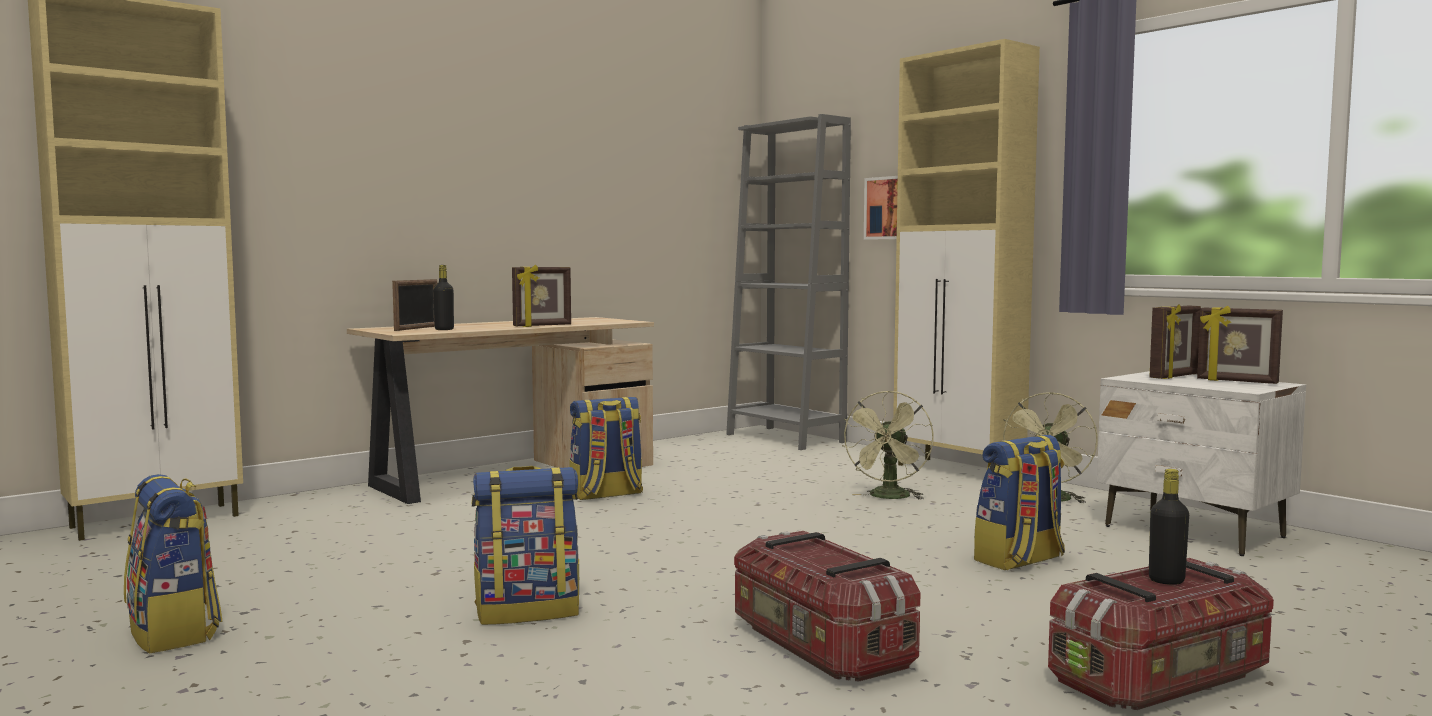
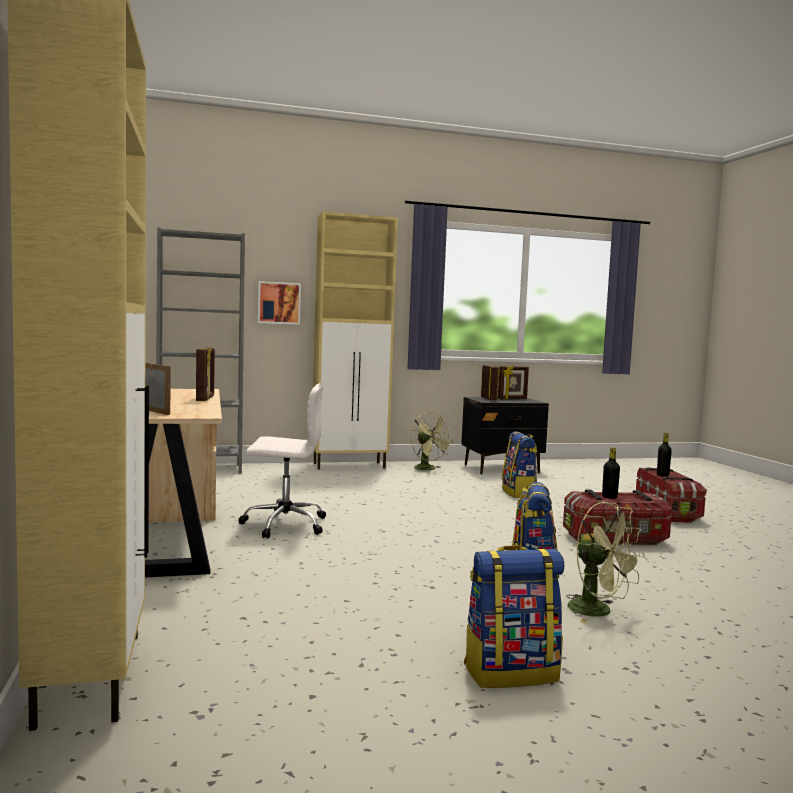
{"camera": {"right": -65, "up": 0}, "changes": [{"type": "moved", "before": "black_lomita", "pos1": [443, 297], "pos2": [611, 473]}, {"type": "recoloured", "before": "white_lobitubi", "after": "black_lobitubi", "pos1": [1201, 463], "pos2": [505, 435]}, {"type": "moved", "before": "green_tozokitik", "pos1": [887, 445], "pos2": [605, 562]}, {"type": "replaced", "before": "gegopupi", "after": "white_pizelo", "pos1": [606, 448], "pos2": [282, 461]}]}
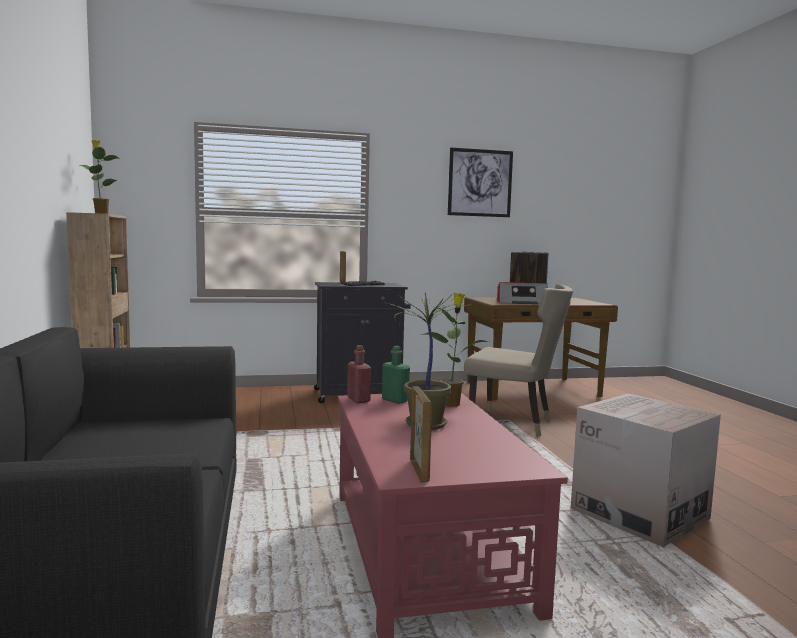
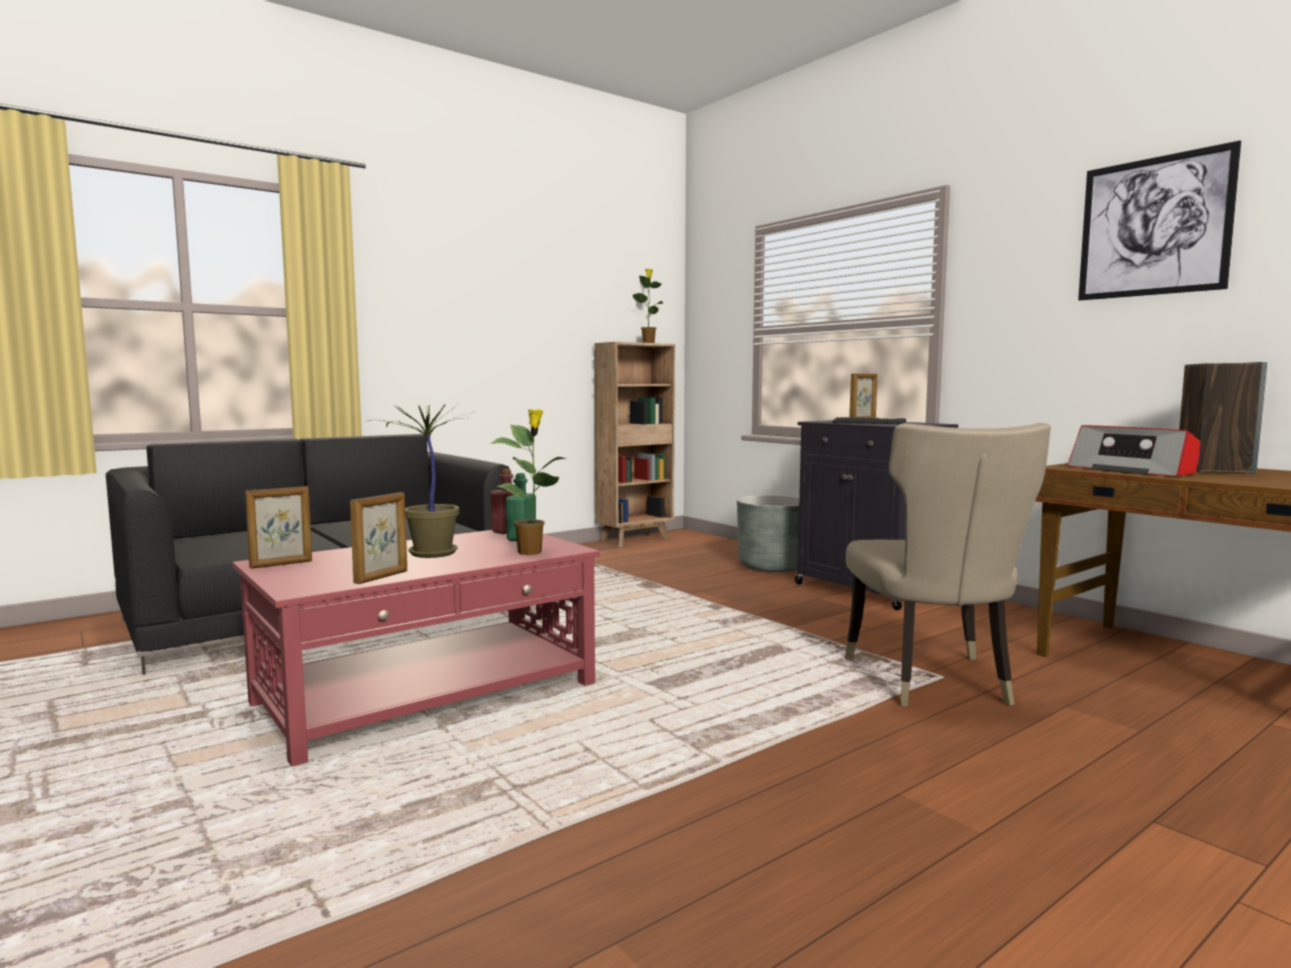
{"camera": {"right": 65, "up": 0}, "changes": [{"type": "removed", "before": "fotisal", "pos1": [646, 470]}, {"type": "added", "after": "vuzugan", "pos2": [378, 538]}, {"type": "added", "after": "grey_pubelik", "pos2": [768, 533]}]}
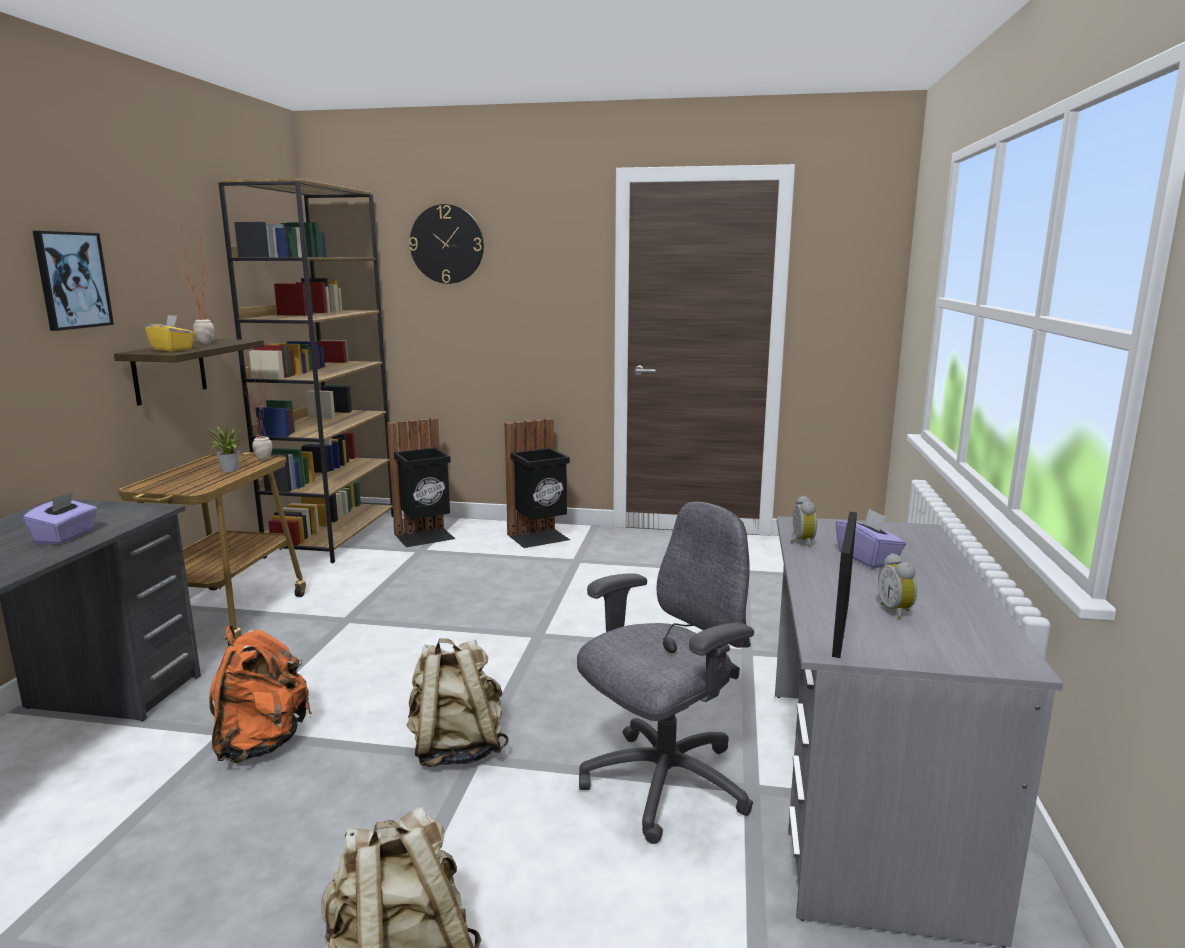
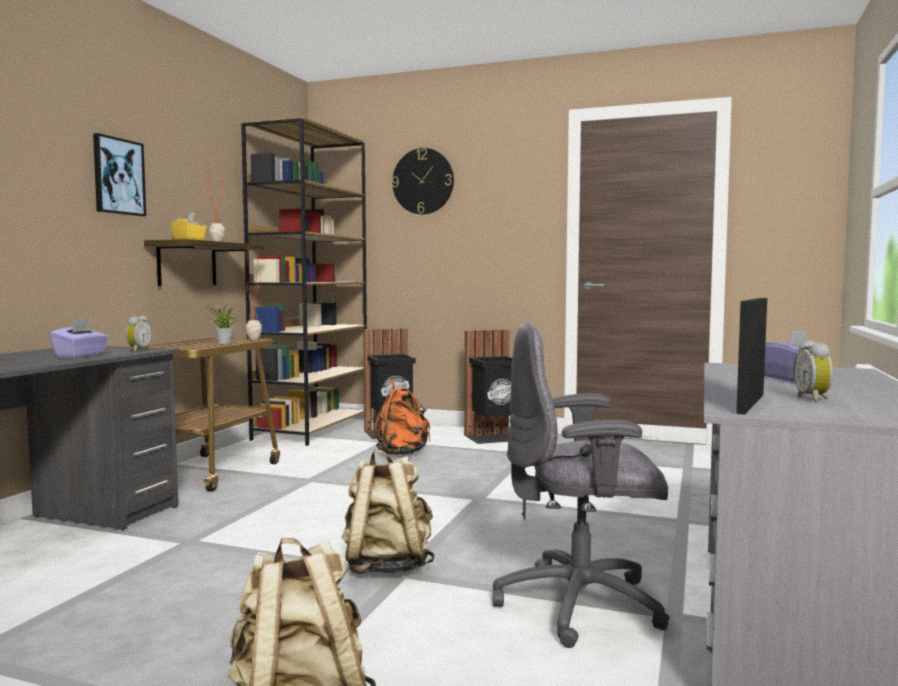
{"camera": {"right": 10, "up": -10}, "changes": [{"type": "moved", "before": "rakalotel", "pos1": [804, 522], "pos2": [138, 334]}, {"type": "turned", "before": "grey_pizelo", "pos1": [665, 673], "pos2": [581, 485], "turn": -150}, {"type": "moved", "before": "orange_gegopupi", "pos1": [260, 694], "pos2": [402, 418]}]}
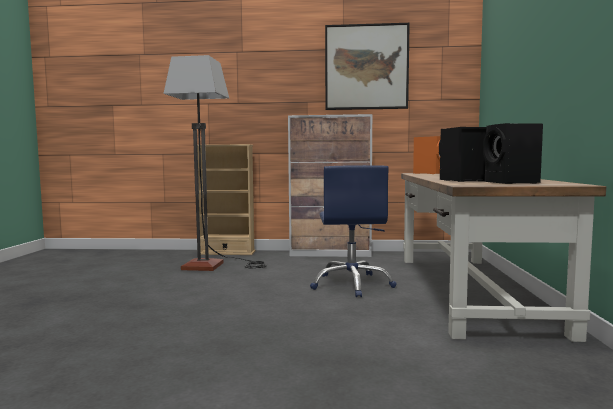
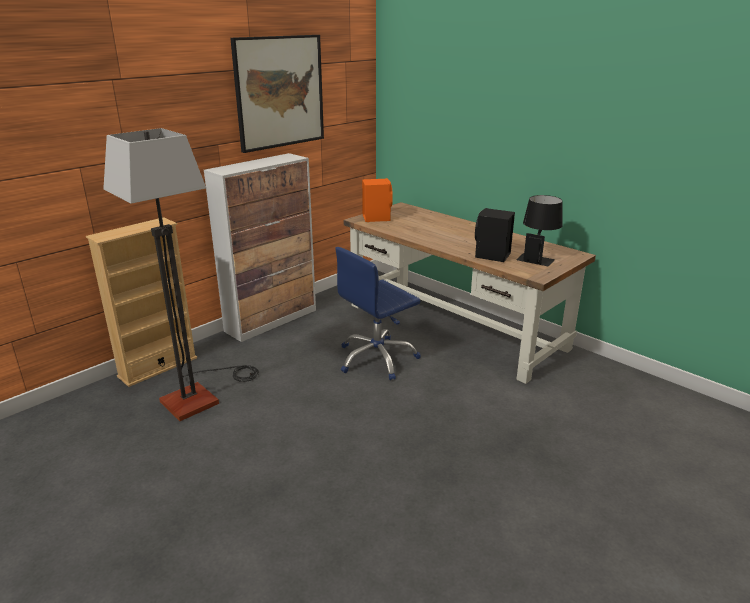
{"camera": {"right": -50, "up": 20}, "changes": [{"type": "replaced", "before": "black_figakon", "after": "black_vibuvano", "pos1": [513, 153], "pos2": [539, 231]}, {"type": "turned", "before": "blue_pizelo", "pos1": [353, 231], "pos2": [378, 313], "turn": 105}]}
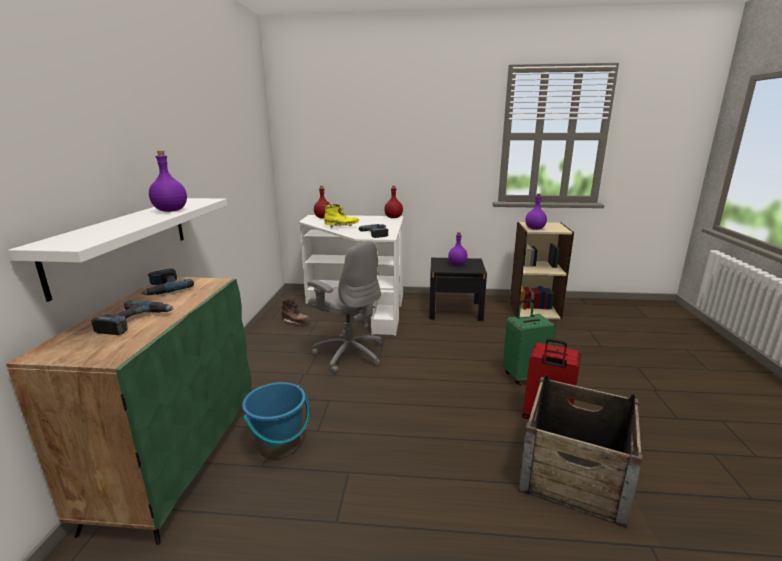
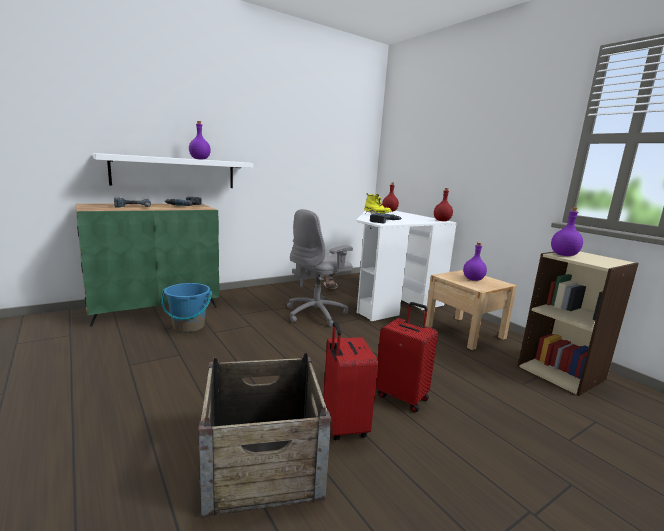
{"camera": {"right": 50, "up": -5}, "changes": [{"type": "turned", "before": "grey_pizelo", "pos1": [344, 307], "pos2": [320, 268], "turn": 45}, {"type": "recoloured", "before": "black_lobitubi", "after": "beige_lobitubi", "pos1": [458, 289], "pos2": [471, 310]}, {"type": "recoloured", "before": "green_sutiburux", "after": "red_sutiburux", "pos1": [529, 342], "pos2": [407, 357]}]}
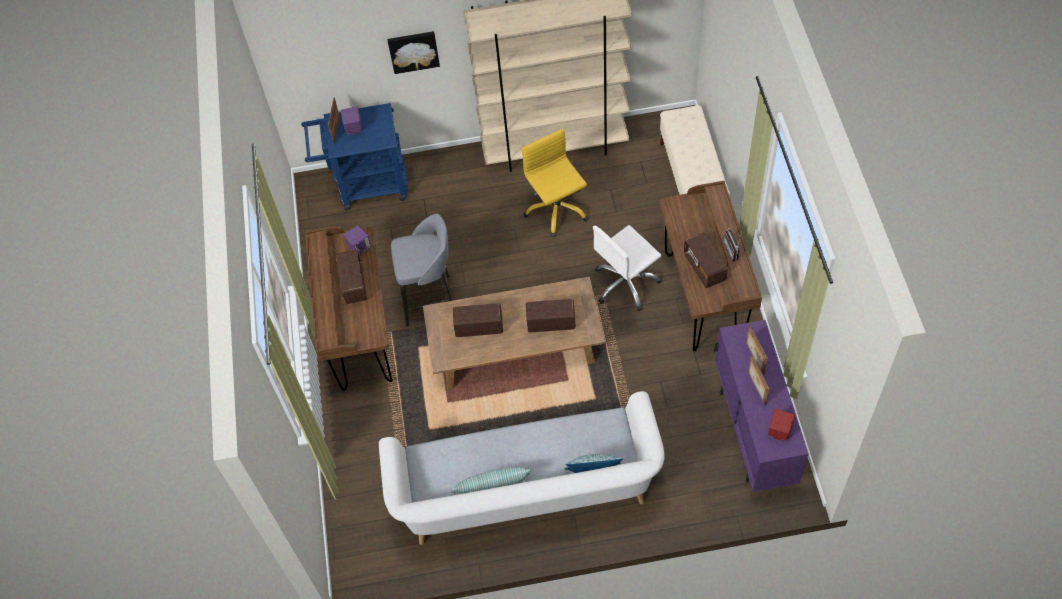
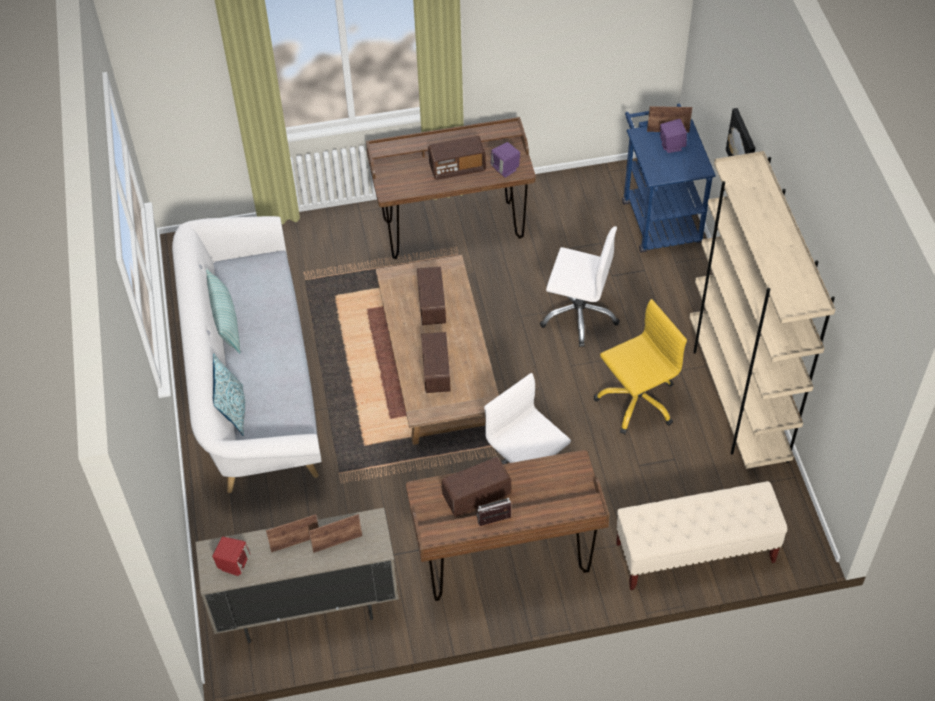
{"camera": {"right": 85, "up": -5}, "changes": [{"type": "removed", "before": "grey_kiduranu", "pos1": [421, 270]}, {"type": "recoloured", "before": "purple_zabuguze", "after": "beige_zabuguze", "pos1": [761, 406], "pos2": [297, 575]}, {"type": "added", "after": "white_pizelo", "pos2": [580, 286]}]}
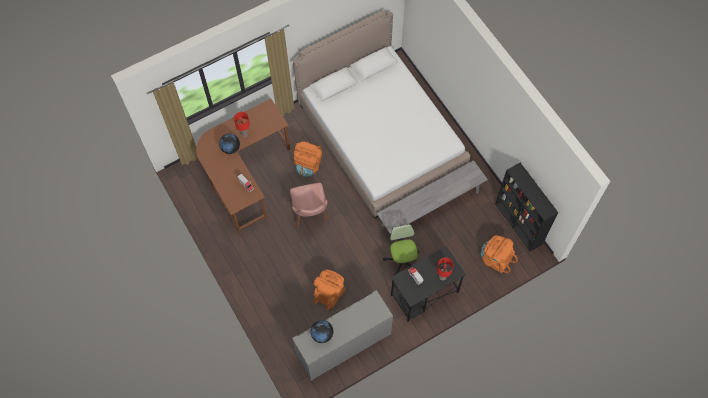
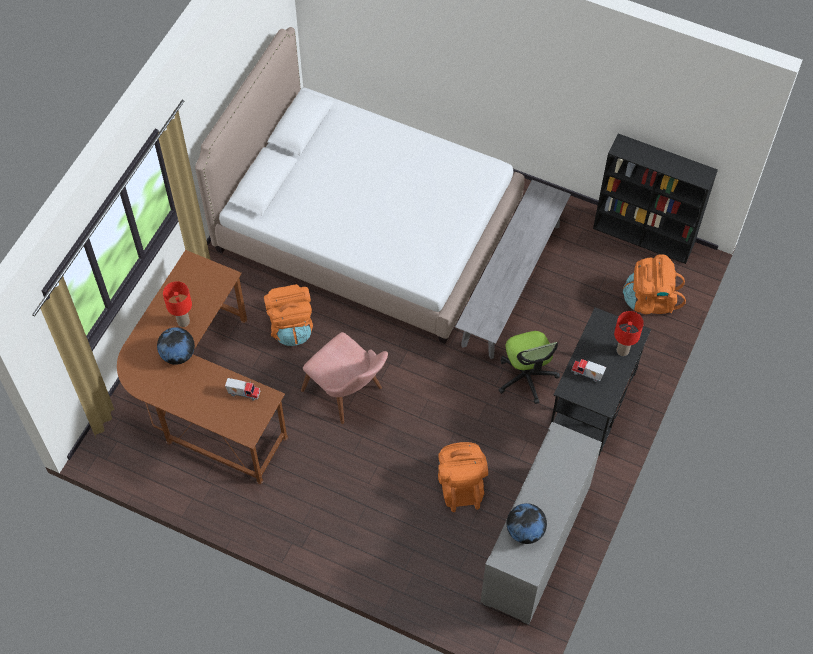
{"camera": {"right": -35, "up": -5}, "changes": [{"type": "turned", "before": "pizelo", "pos1": [401, 249], "pos2": [529, 367], "turn": -150}]}
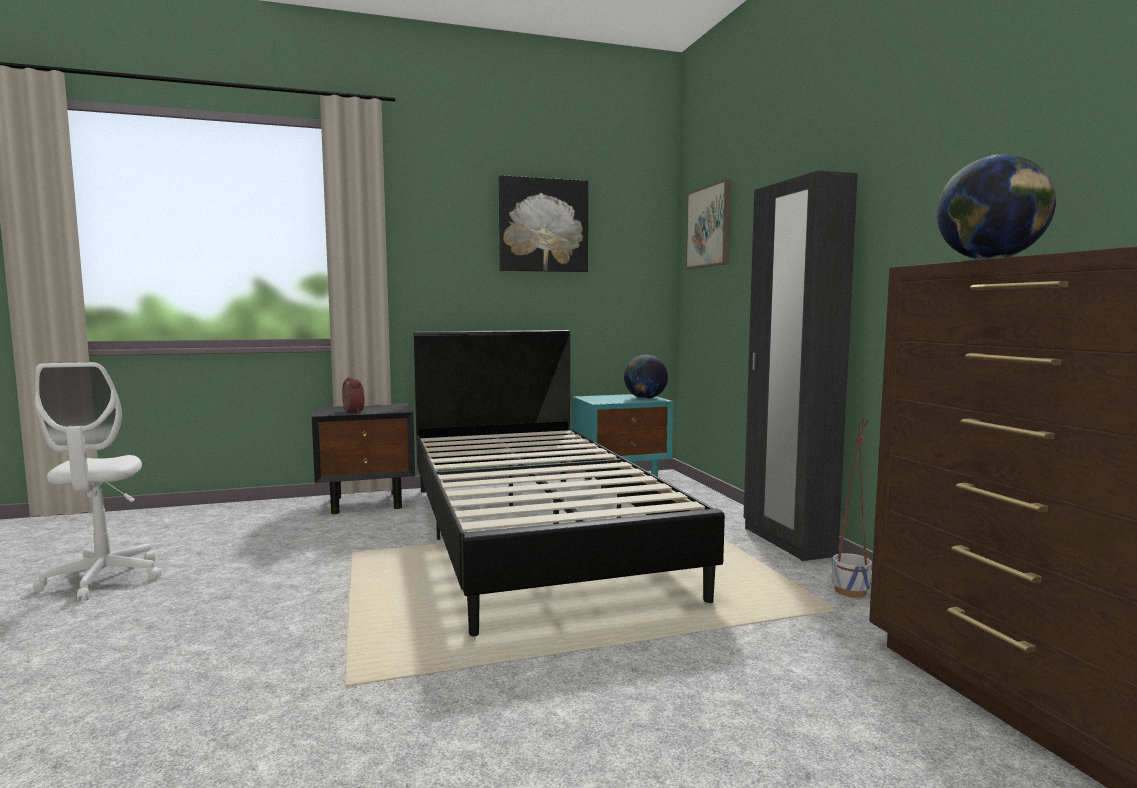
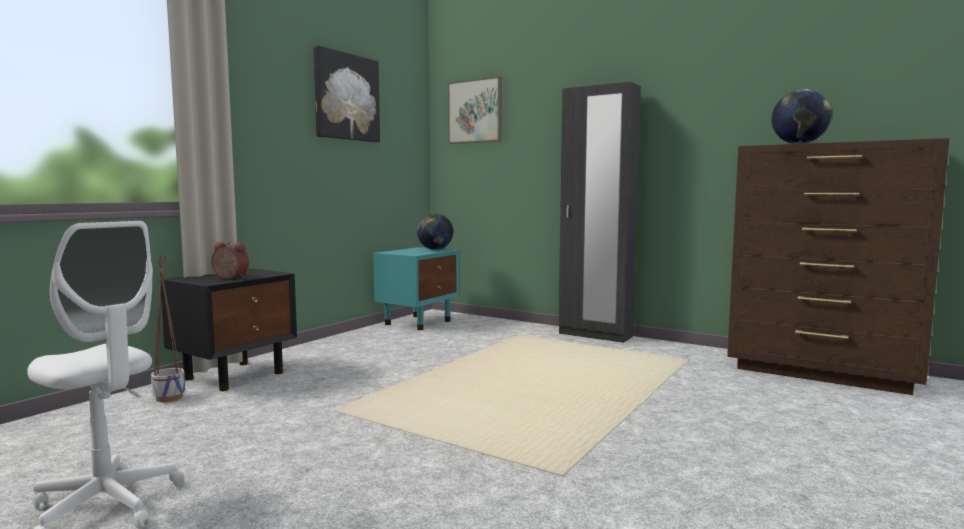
{"camera": {"right": -40, "up": 0}, "changes": [{"type": "removed", "before": "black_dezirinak", "pos1": [569, 483]}, {"type": "moved", "before": "pubelik", "pos1": [852, 507], "pos2": [168, 328]}]}
